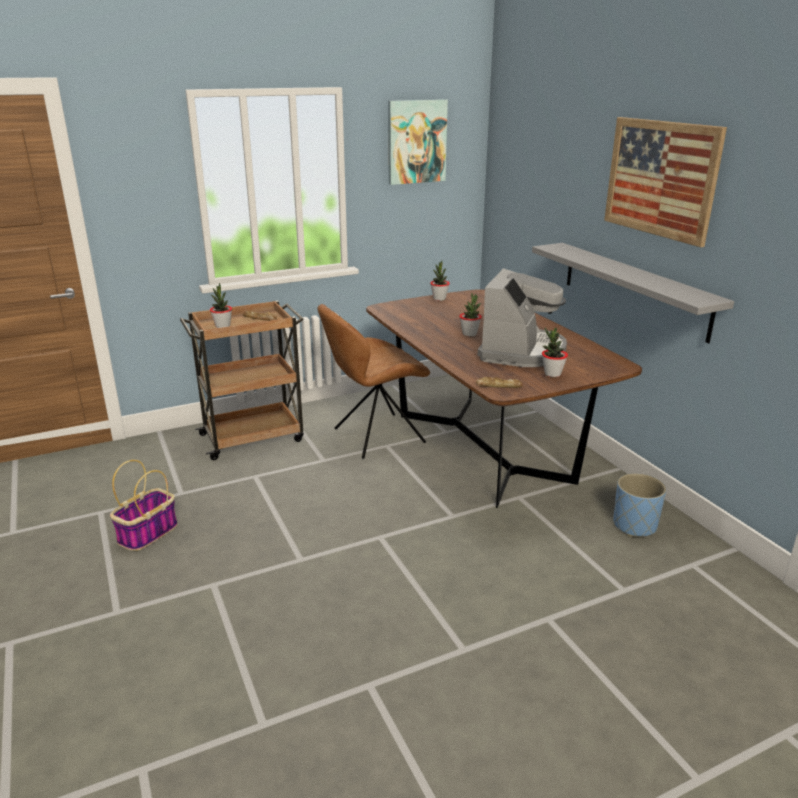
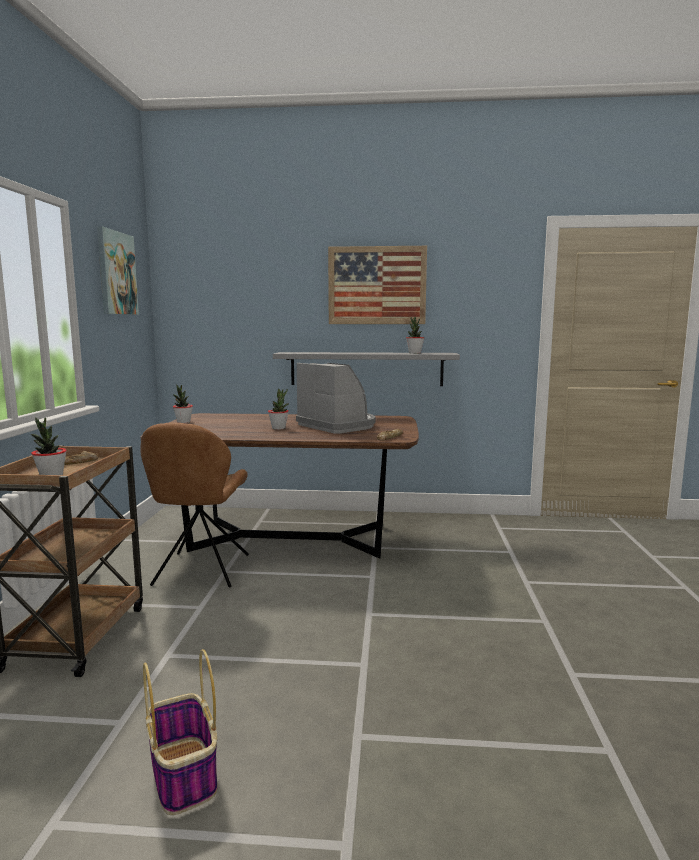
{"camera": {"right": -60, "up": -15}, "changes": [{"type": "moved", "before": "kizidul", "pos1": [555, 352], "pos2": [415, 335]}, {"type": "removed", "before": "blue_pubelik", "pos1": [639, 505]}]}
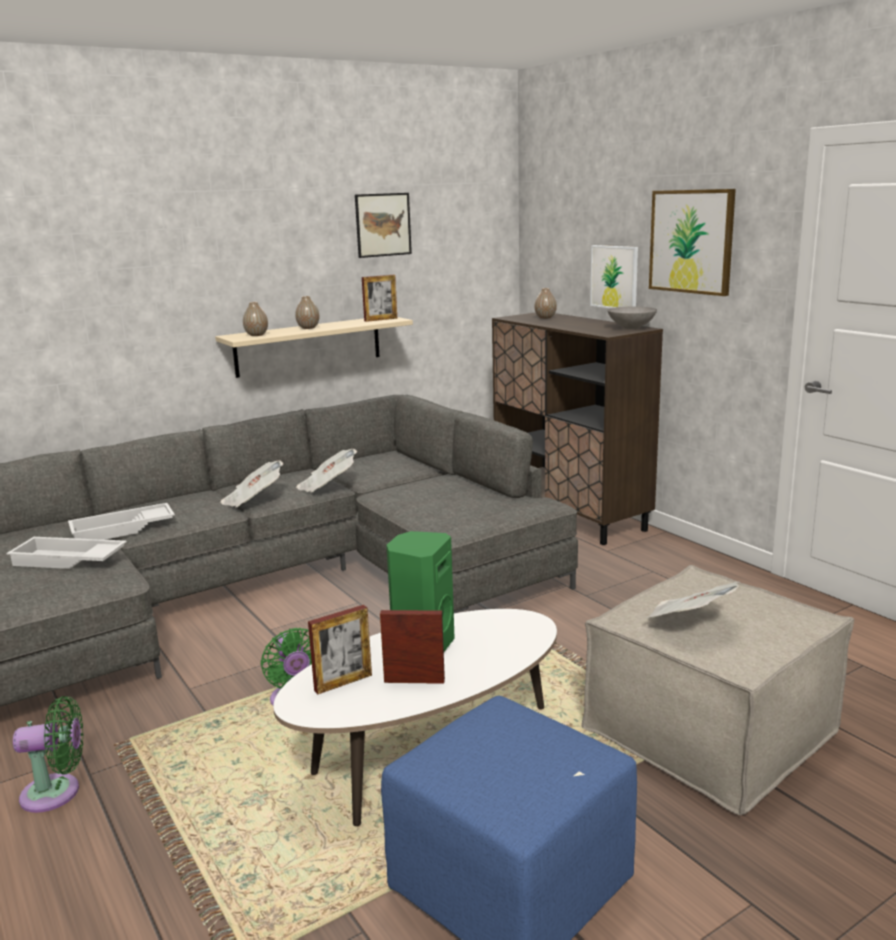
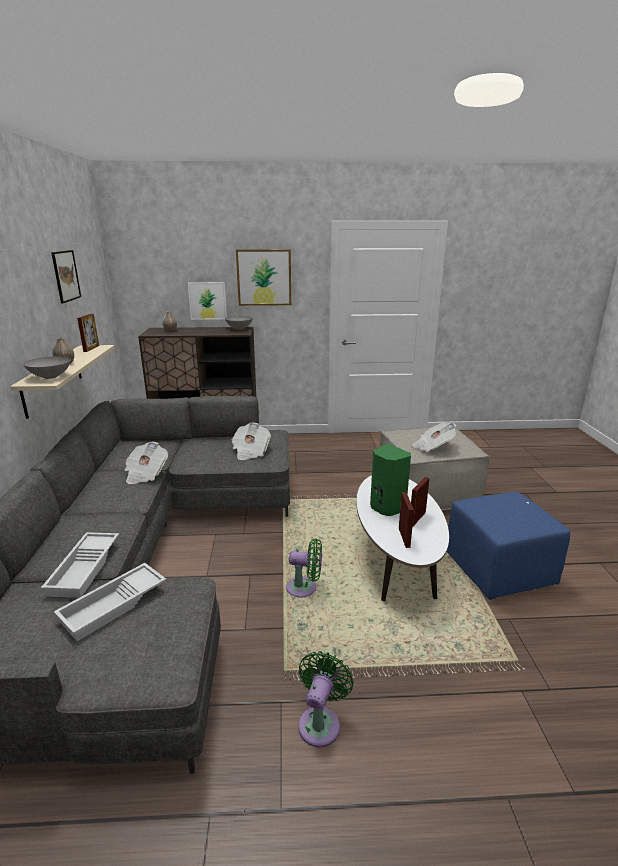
{"camera": {"right": -60, "up": 5}, "changes": [{"type": "replaced", "before": "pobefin", "after": "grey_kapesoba", "pos1": [255, 319], "pos2": [47, 367]}, {"type": "moved", "before": "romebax", "pos1": [251, 484], "pos2": [251, 441]}]}
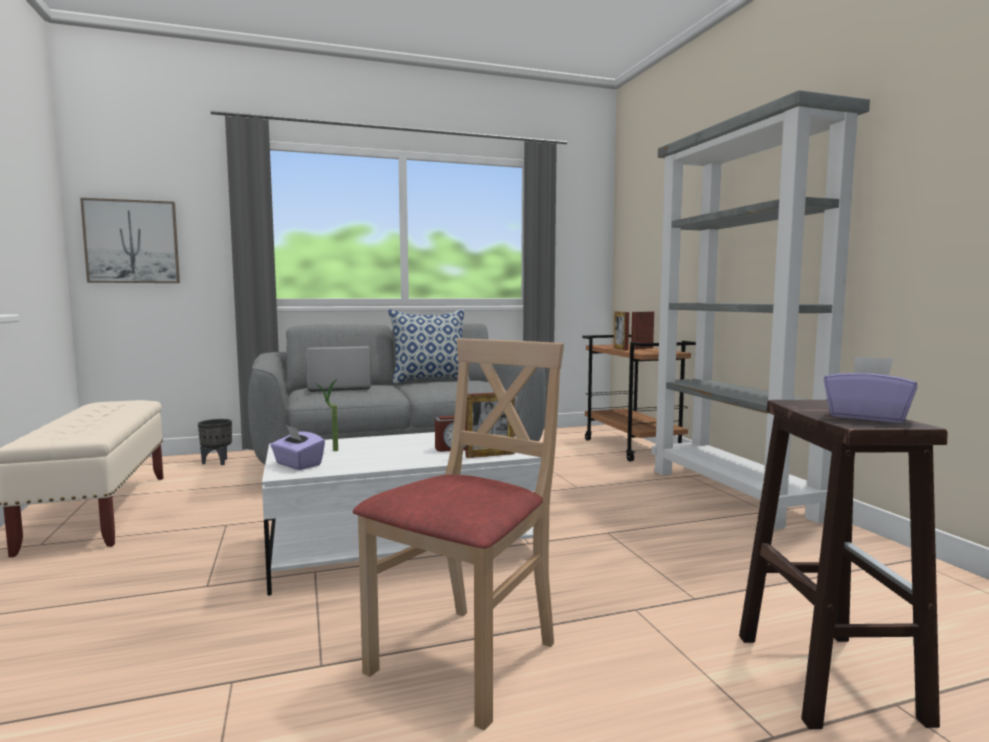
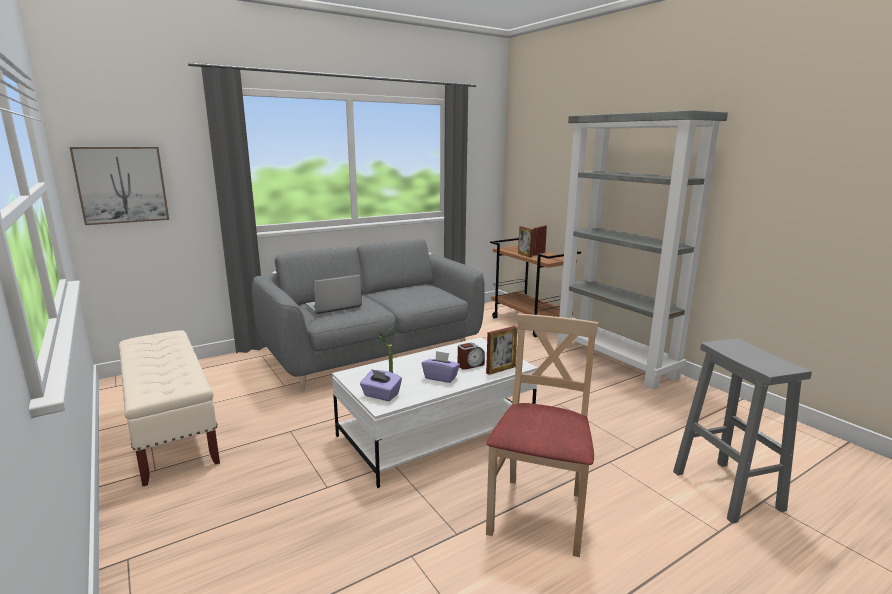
{"camera": {"right": -15, "up": 10}, "changes": [{"type": "removed", "before": "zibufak", "pos1": [429, 346]}, {"type": "moved", "before": "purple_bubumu", "pos1": [870, 389], "pos2": [441, 367]}, {"type": "recoloured", "before": "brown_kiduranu", "after": "grey_kiduranu", "pos1": [843, 564], "pos2": [742, 431]}, {"type": "removed", "before": "black_pubelik", "pos1": [215, 442]}]}
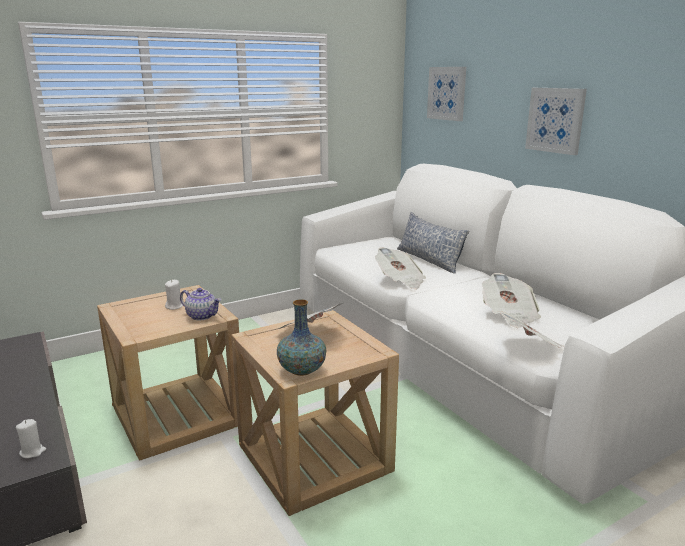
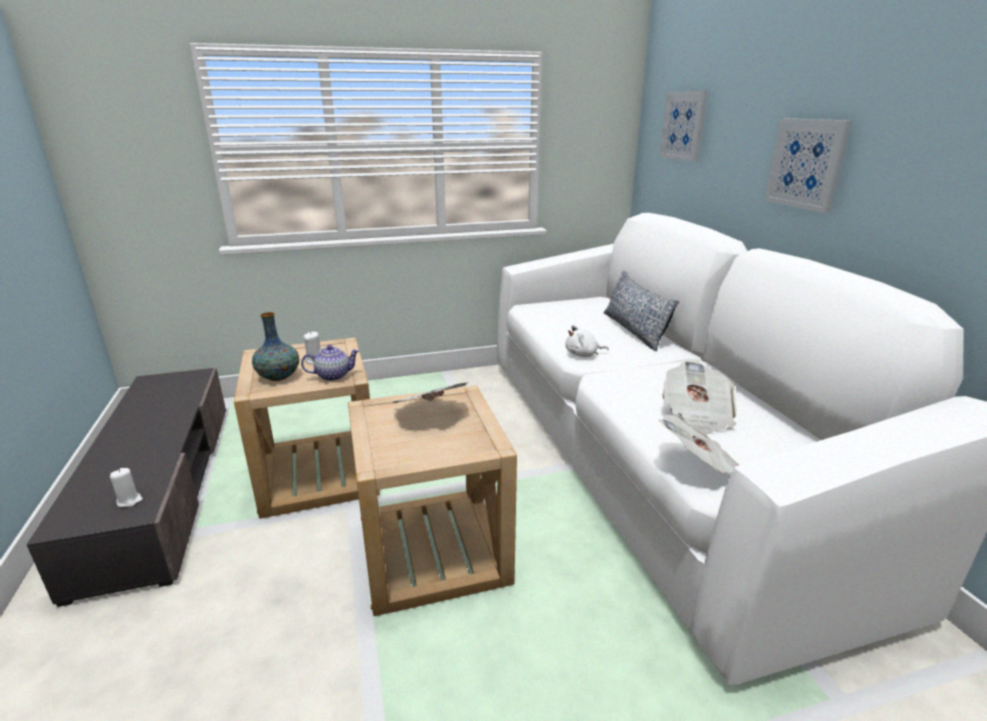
{"camera": {"right": 15, "up": 5}, "changes": [{"type": "replaced", "before": "romebax", "after": "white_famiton", "pos1": [400, 268], "pos2": [587, 341]}, {"type": "turned", "before": "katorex", "pos1": [200, 304], "pos2": [330, 363], "turn": -60}, {"type": "moved", "before": "pobefin", "pos1": [302, 337], "pos2": [275, 346]}]}
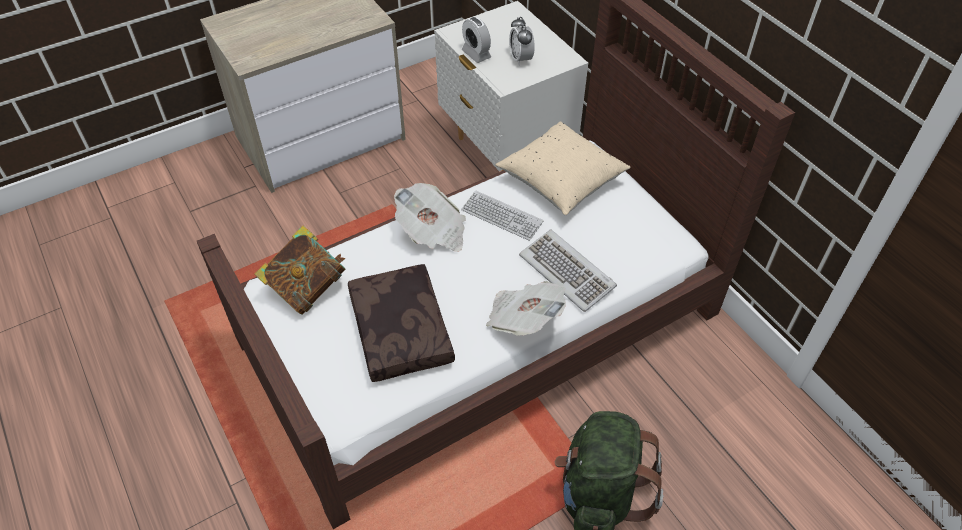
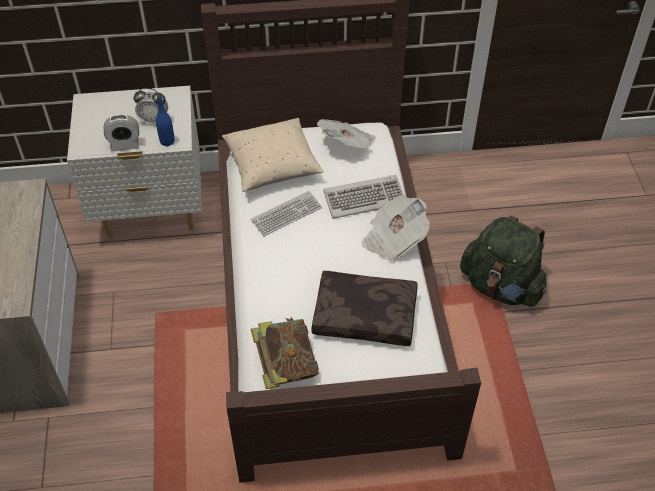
{"camera": {"right": -65, "up": 0}, "changes": [{"type": "moved", "before": "romebax", "pos1": [430, 217], "pos2": [346, 134]}, {"type": "added", "after": "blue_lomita", "pos2": [165, 120]}]}
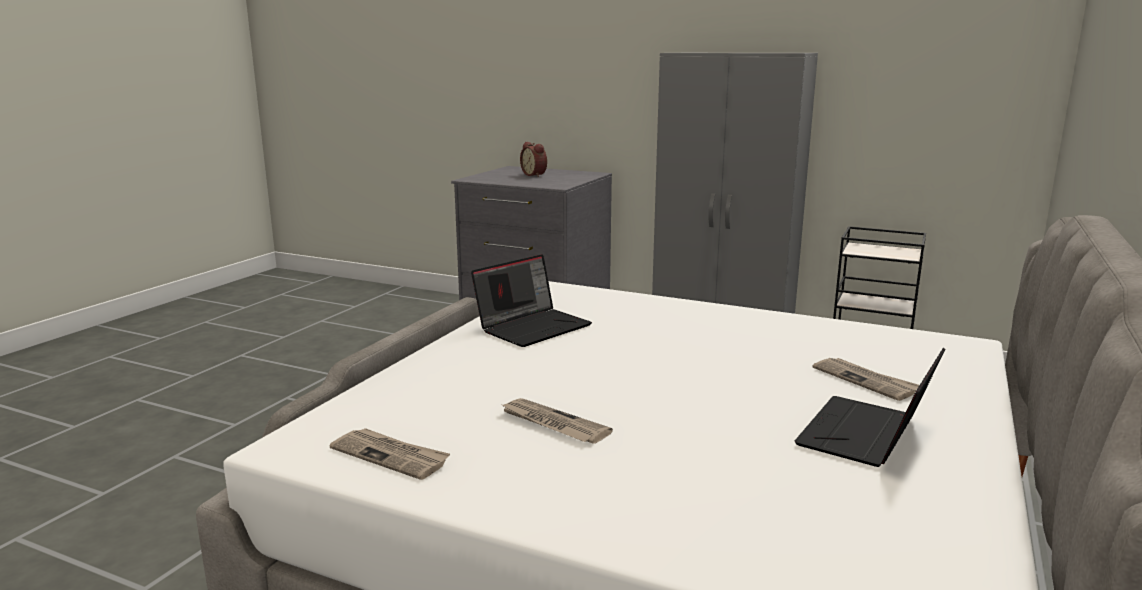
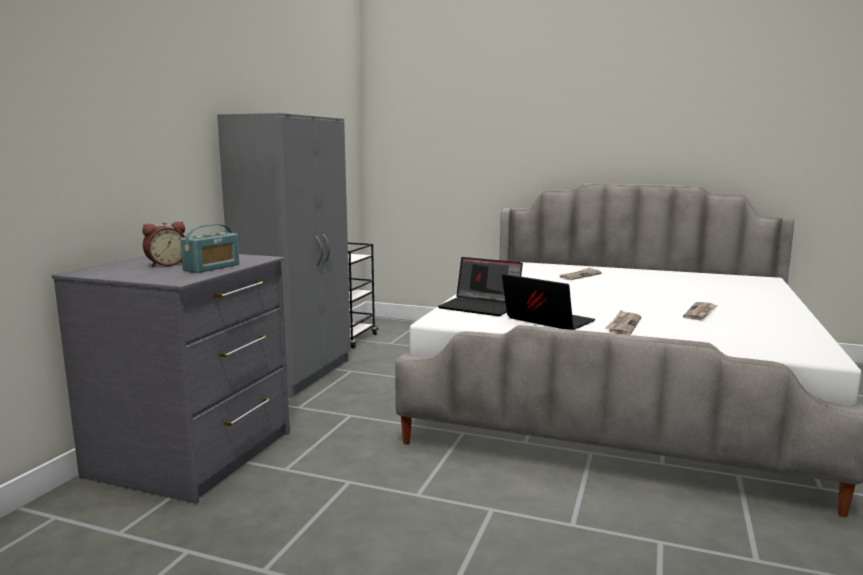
{"camera": {"right": -95, "up": -5}, "changes": [{"type": "moved", "before": "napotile", "pos1": [870, 407], "pos2": [480, 286]}, {"type": "moved", "before": "romebax", "pos1": [390, 454], "pos2": [623, 322]}, {"type": "added", "after": "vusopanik", "pos2": [209, 248]}]}
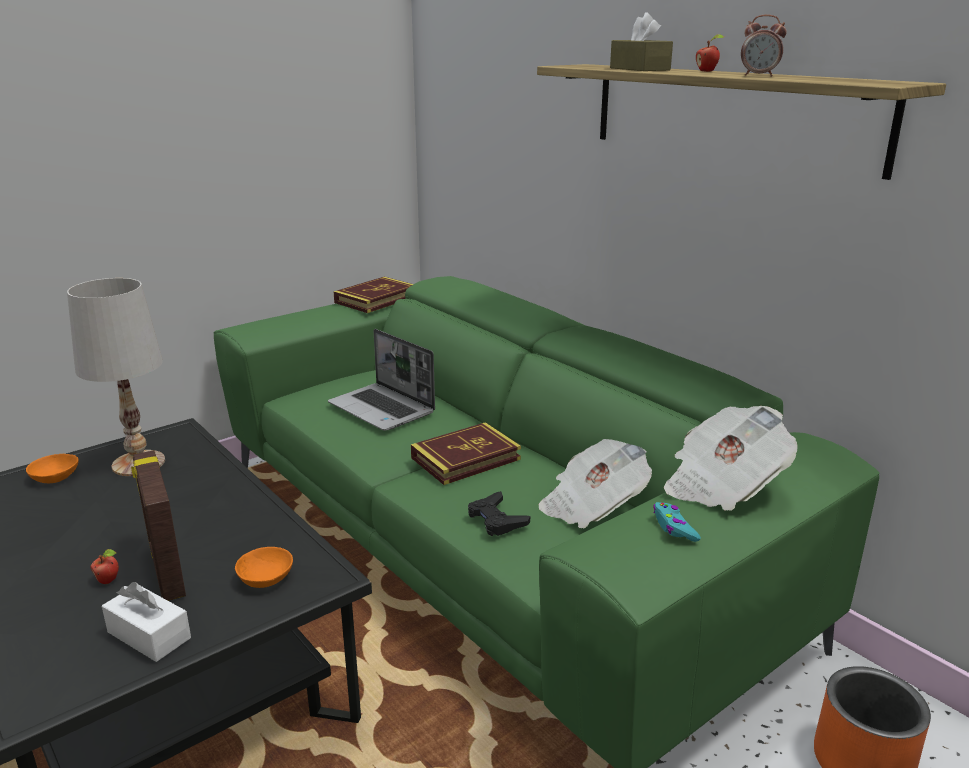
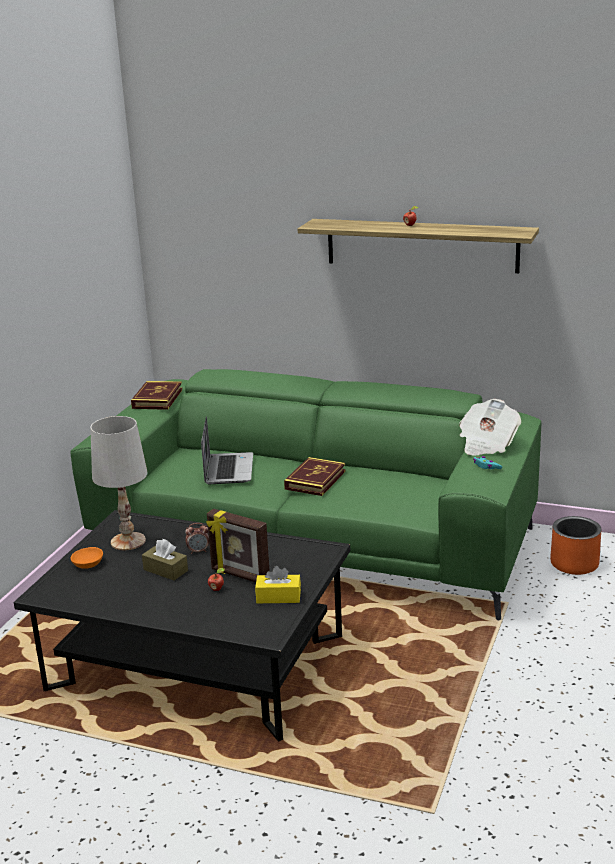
{"camera": {"right": -30, "up": 0}, "changes": [{"type": "moved", "before": "brown_bubumu", "pos1": [641, 41], "pos2": [165, 559]}, {"type": "moved", "before": "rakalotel", "pos1": [764, 46], "pos2": [197, 538]}, {"type": "turned", "before": "napotile", "pos1": [381, 380], "pos2": [227, 450], "turn": -105}, {"type": "removed", "before": "romebax", "pos1": [595, 484]}, {"type": "removed", "before": "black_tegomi", "pos1": [499, 513]}, {"type": "removed", "before": "orange_kapesoba", "pos1": [264, 567]}, {"type": "recoloured", "before": "white_bubumu", "after": "yellow_bubumu", "pos1": [146, 622], "pos2": [278, 584]}]}
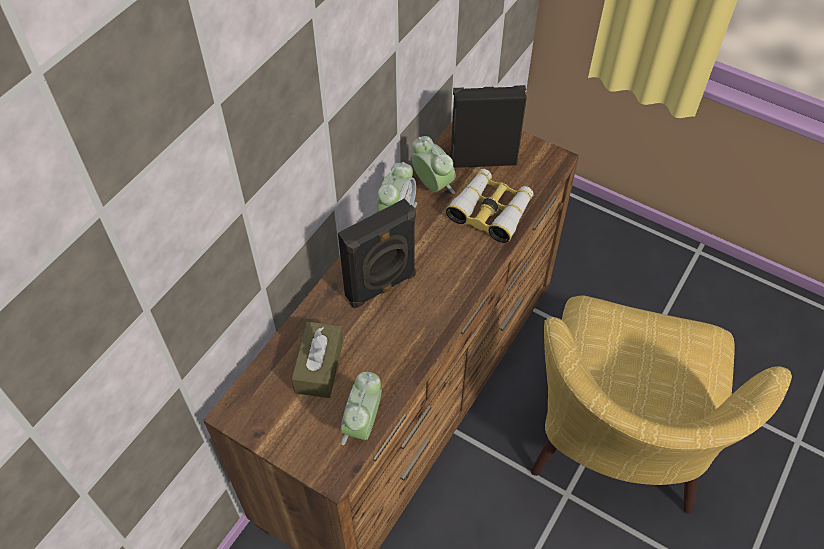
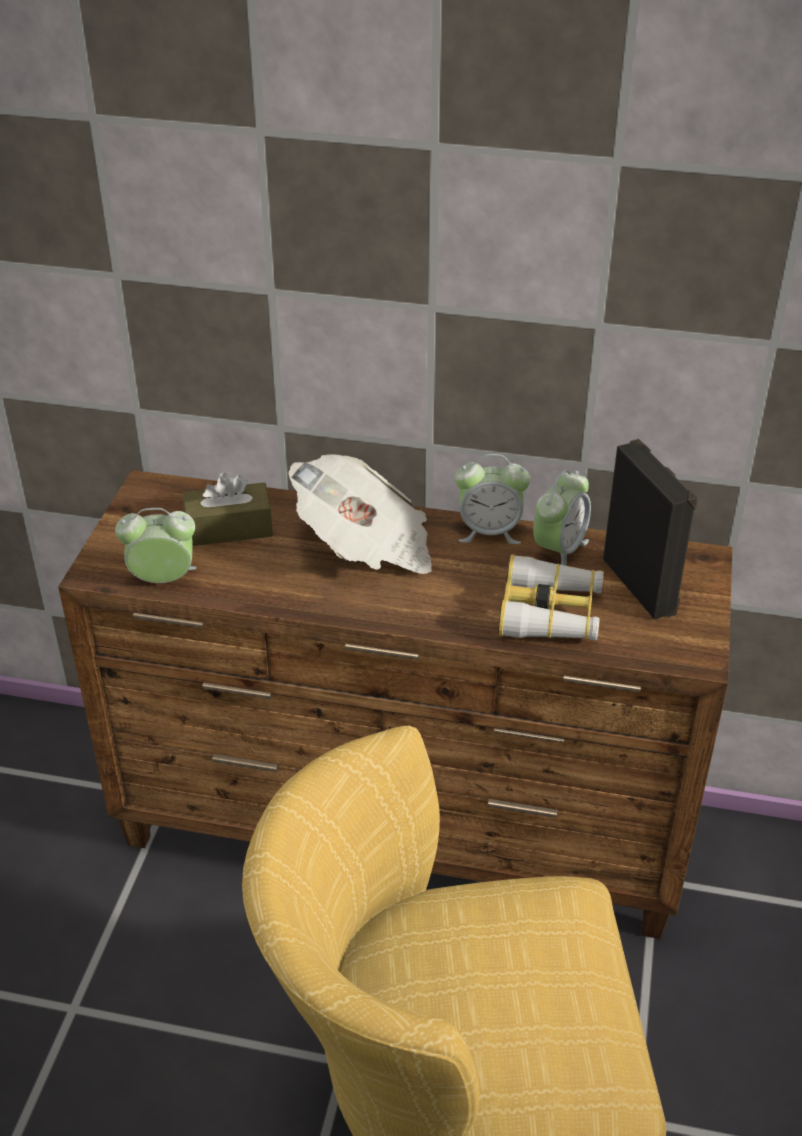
{"camera": {"right": 70, "up": -15}, "changes": [{"type": "replaced", "before": "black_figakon", "after": "romebax", "pos1": [377, 253], "pos2": [360, 514]}]}
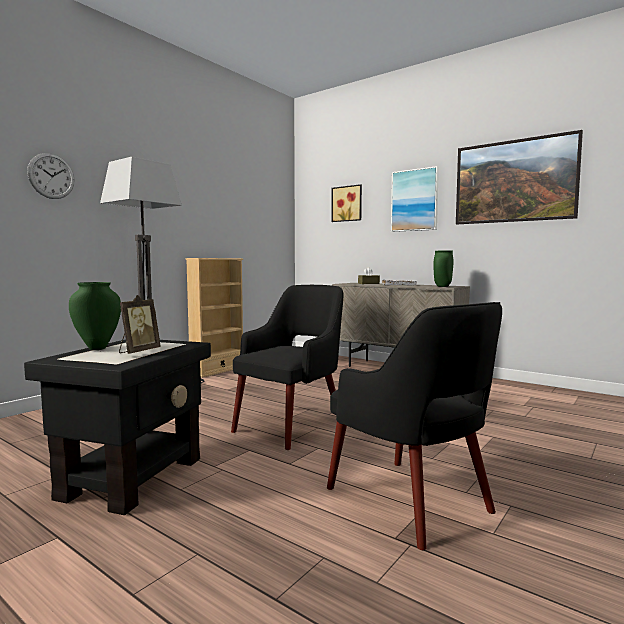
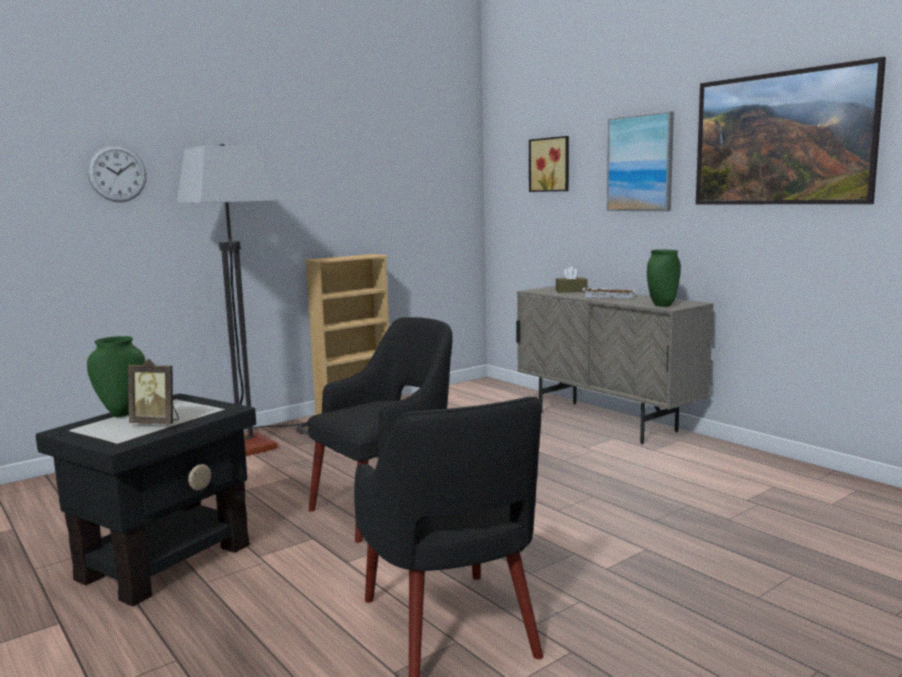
{"camera": {"right": 15, "up": 5}, "changes": [{"type": "turned", "before": "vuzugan", "pos1": [140, 324], "pos2": [153, 391], "turn": 60}]}
